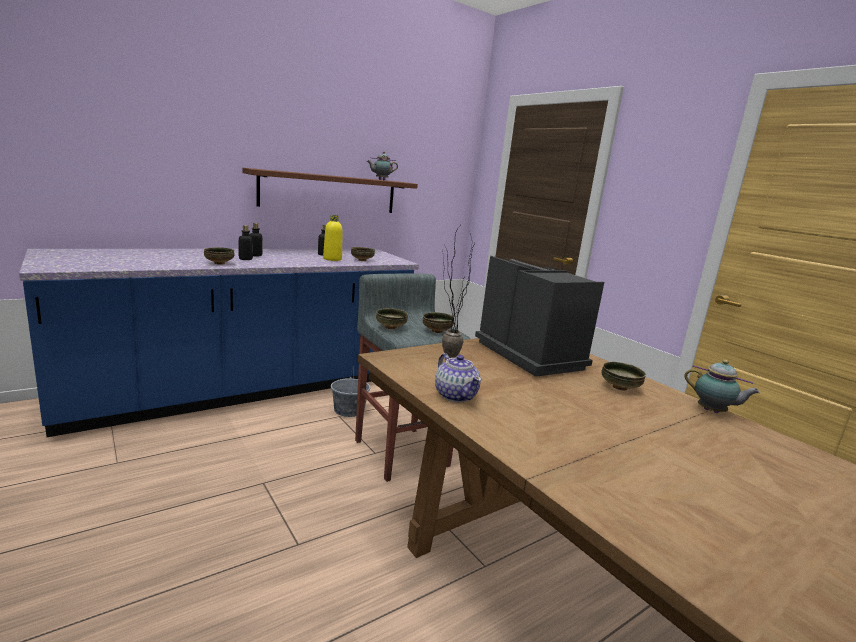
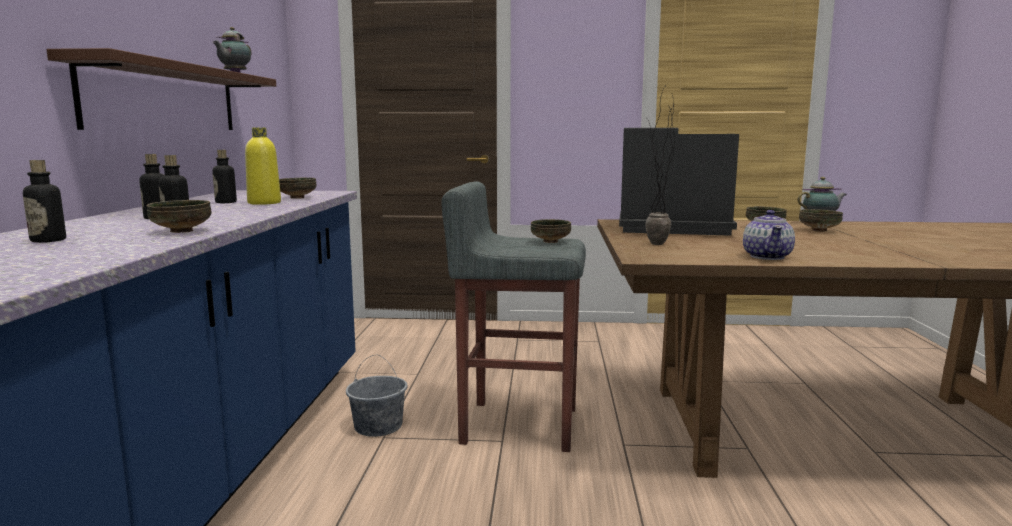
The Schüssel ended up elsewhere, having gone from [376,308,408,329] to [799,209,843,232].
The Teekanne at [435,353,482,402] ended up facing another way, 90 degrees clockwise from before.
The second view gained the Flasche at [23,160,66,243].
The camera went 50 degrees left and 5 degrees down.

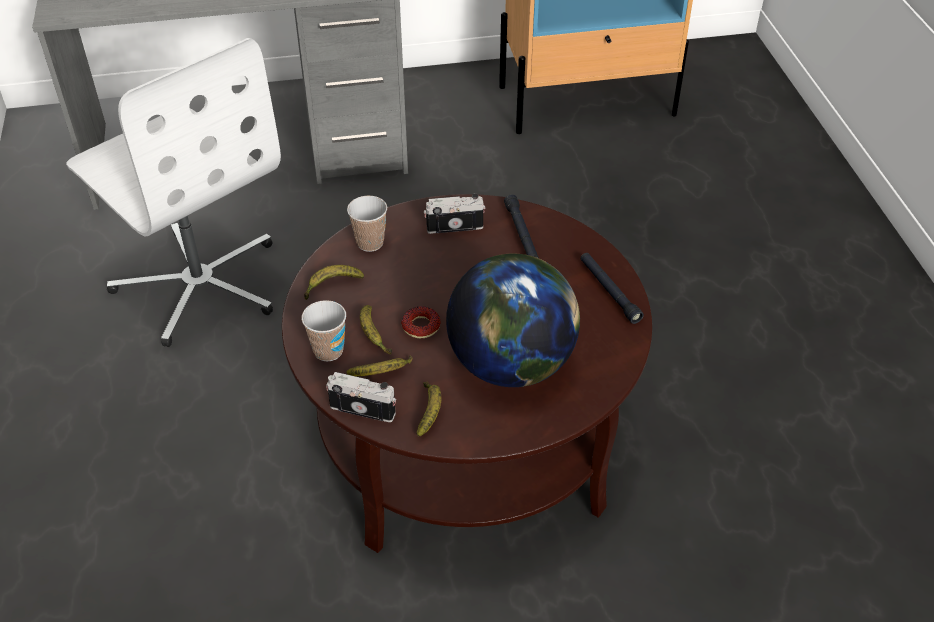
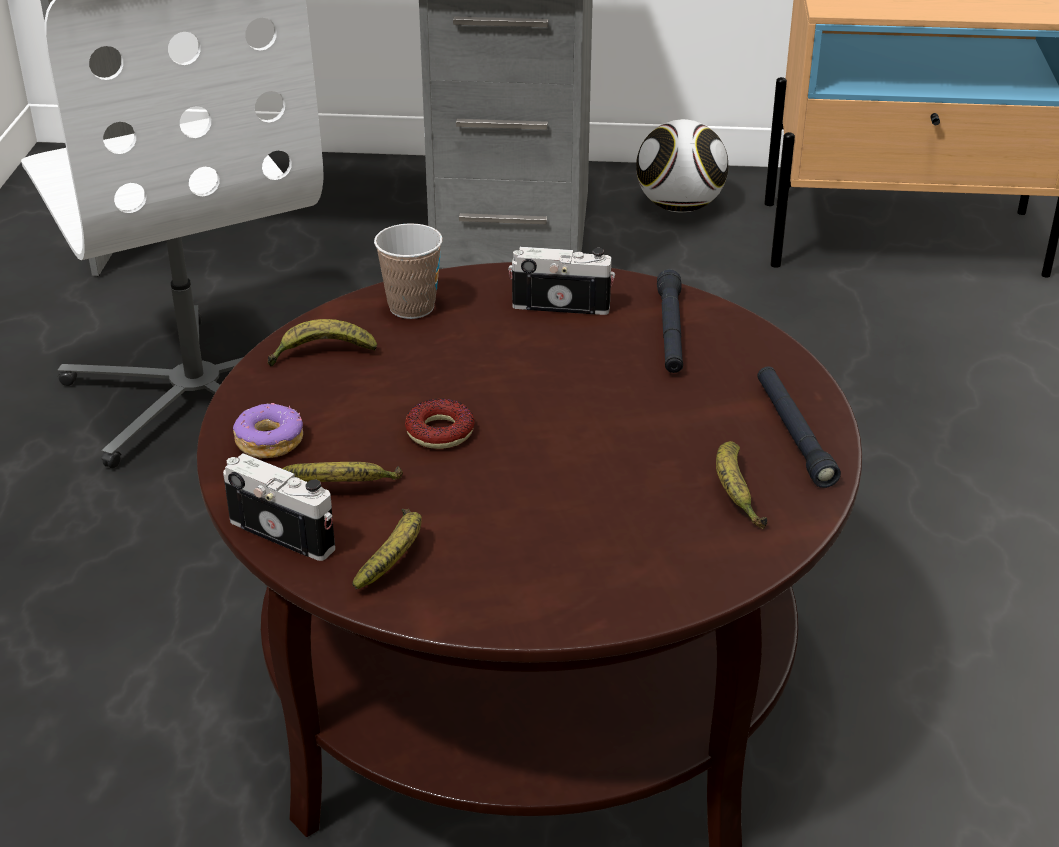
Where the Tasse stood at [302,300,346,361], the Donut came to stand at [233,403,303,458].
The Banane ended up elsewhere, having gone from [360,305,392,355] to [716,441,767,529].
The second view lost the Globus at [446,254,580,387].
The second view gained the Fußball at [636,119,728,212].
The camera went 15 degrees right and 10 degrees down.

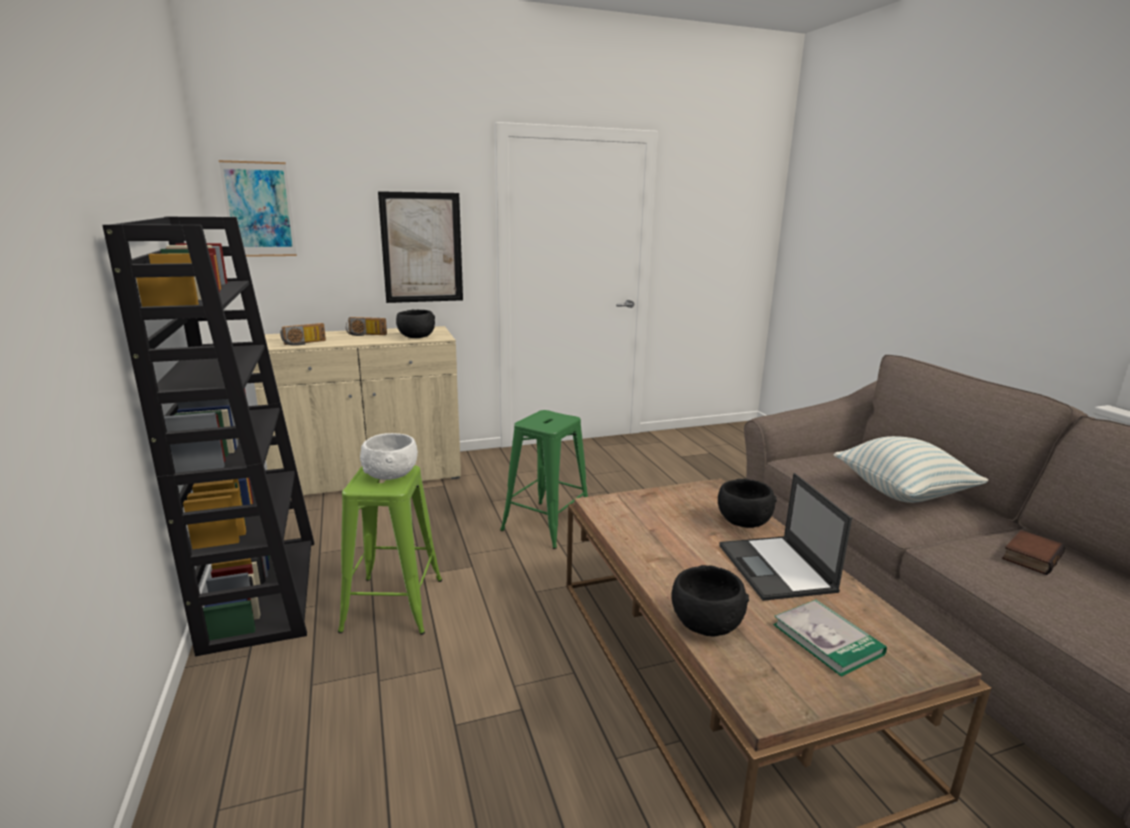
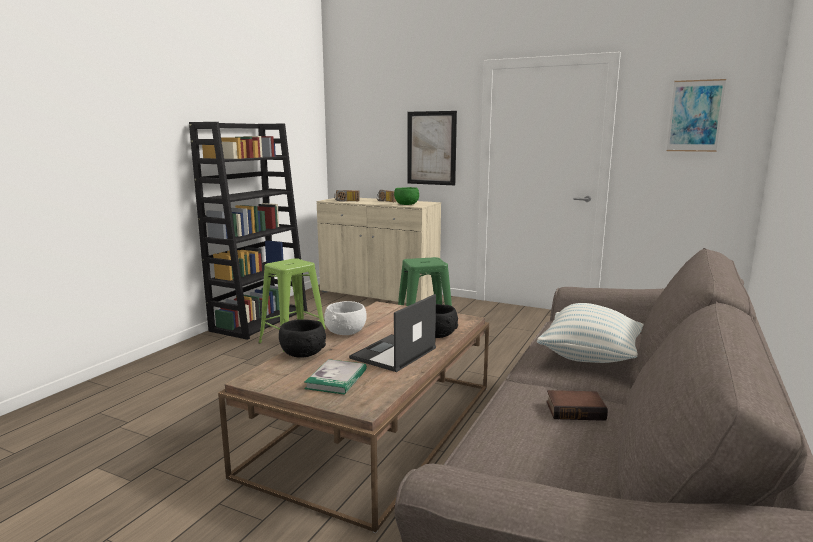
The Bild ended up elsewhere, having gone from [219,160,297,257] to [667,79,726,152].
The Schüssel [weiß] ended up elsewhere, having gone from [360,433,418,480] to [324,301,367,335].
What was the Schüssel [schwarz] at [396,310,435,338] turned into the Schüssel [grün] at [394,187,419,205].
The camera went 45 degrees right and 5 degrees down.

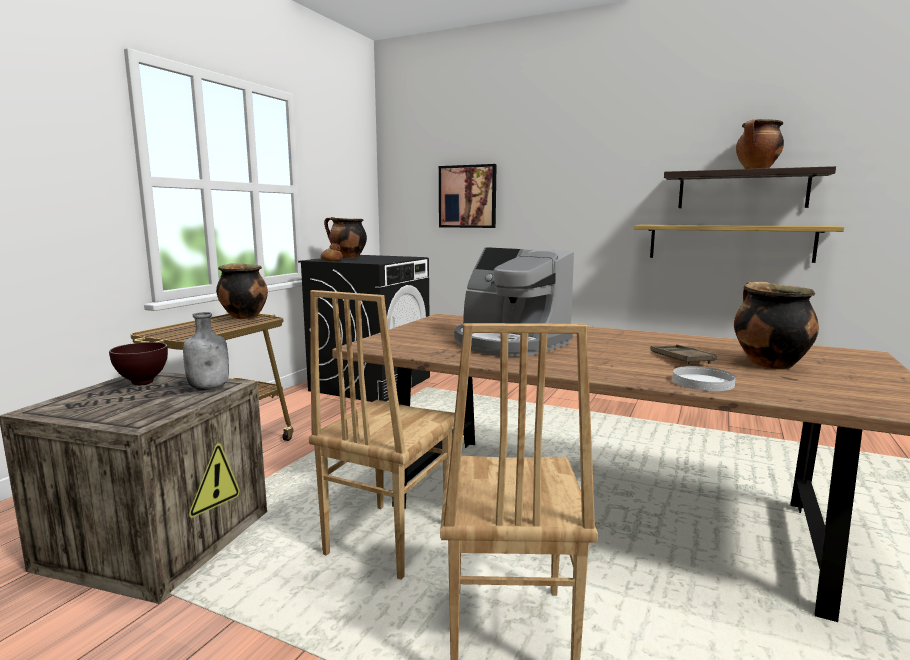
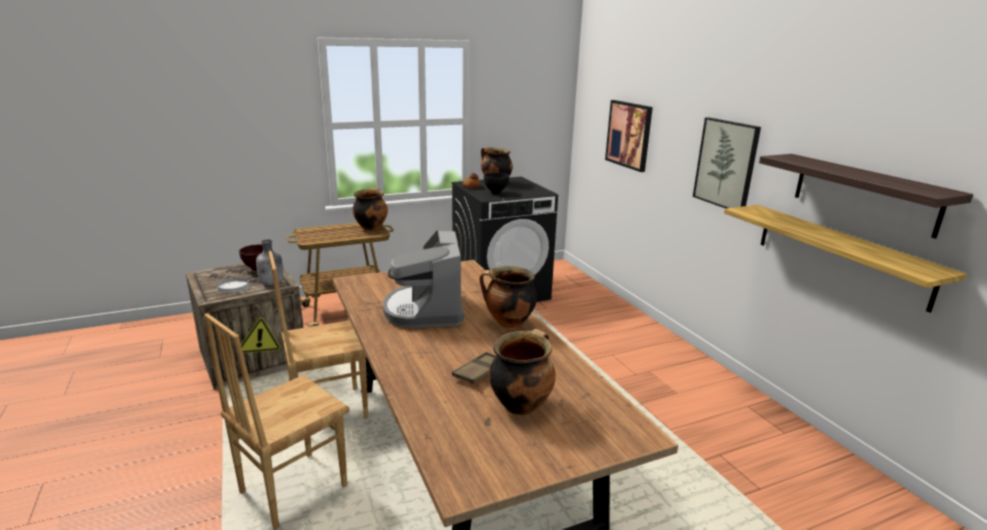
The Teller [weiß] ended up elsewhere, having gone from [672,366,736,391] to [217,277,249,293].
The Kochtopf ended up elsewhere, having gone from [736,119,784,169] to [480,266,537,328].
The second view gained the Schüssel [schwarz] at [484,172,509,194].
The second view gained the Bild at [693,117,761,208].
The camera went 40 degrees right and 10 degrees up.

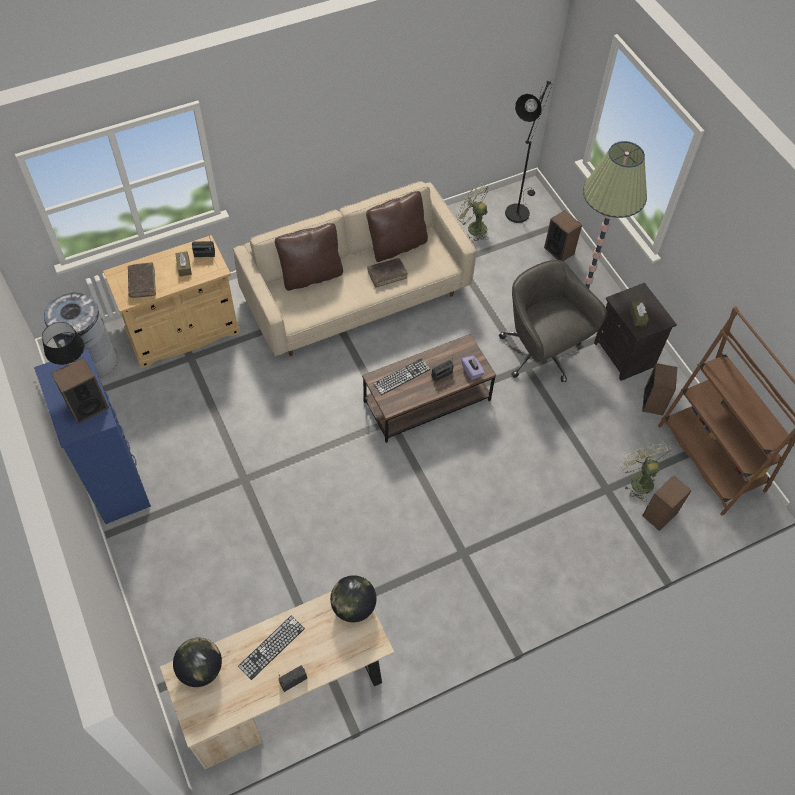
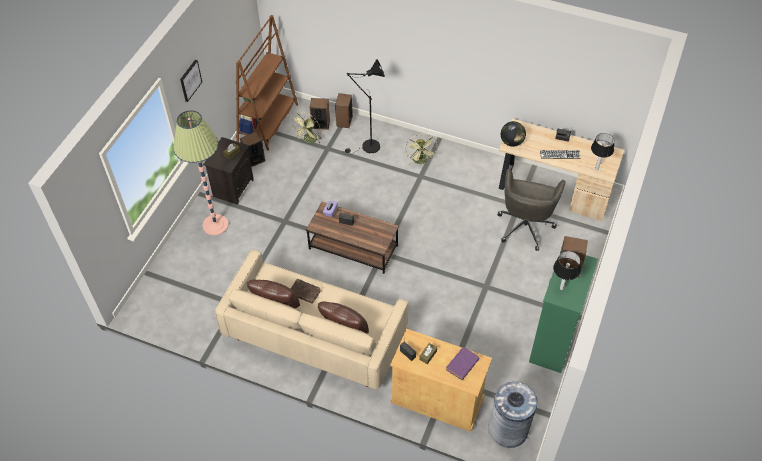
What was the Kommode [blau] at [34,349,151,524] turned into the Kommode [grün] at [529,251,598,373].
What was the Buch [braun] at [128,262,156,298] turned into the Buch [lila] at [446,347,480,380].
Where the Globus stood at [173,638,222,687], the Tischlampe came to stand at [591,133,615,170].
The second view lost the Tastatur at [373,358,430,395].
The Ventilator [grün] ended up elsewhere, having gone from [456,183,489,242] to [405,134,437,165].
The Bürostuhl [grau] ended up elsewhere, having gone from [499,260,607,382] to [497,169,566,251].
The Stehlampe [schwarz] ended up elsewhere, having gone from [505,81,552,223] to [345,59,385,155].
The Lautsprecher ended up elsewhere, having gone from [544,210,582,261] to [335,93,353,128].
The second view gained the Bild at [180,60,202,102].
The camera went 130 degrees left and 5 degrees down.

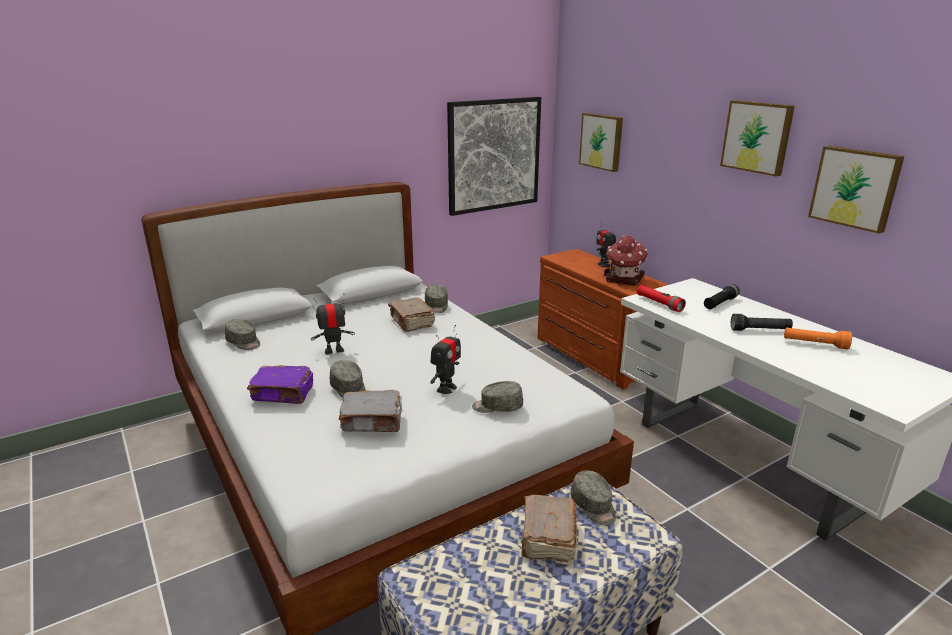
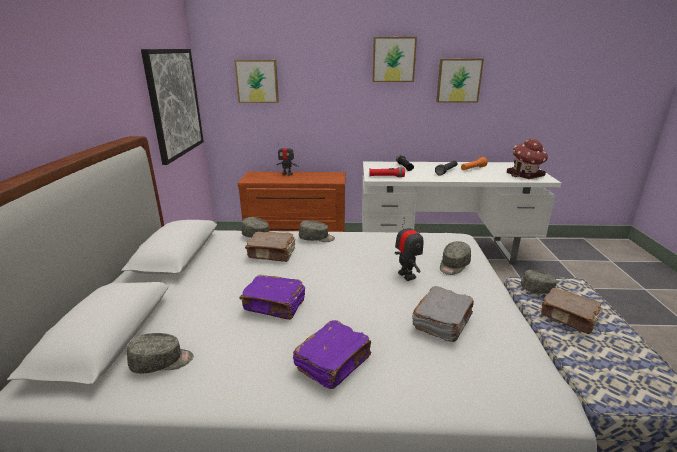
Where the Spielzeugroboter stood at [311,294,355,354], the Buch [lila] came to stand at [239,275,305,320].
The Kappe [grau] ended up elsewhere, having gone from [330,360,366,398] to [299,220,335,242].
The Spielzeughaus ended up elsewhere, having gone from [604,235,648,286] to [507,139,548,179].
The camera went 55 degrees left and 0 degrees up.

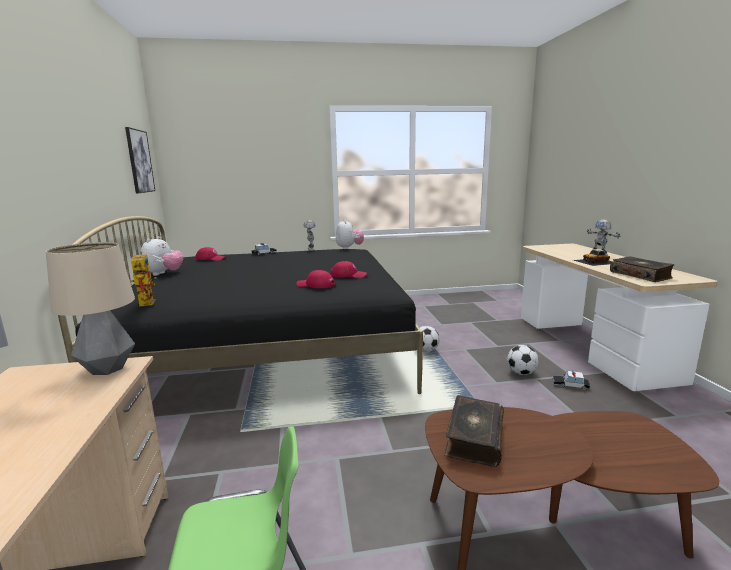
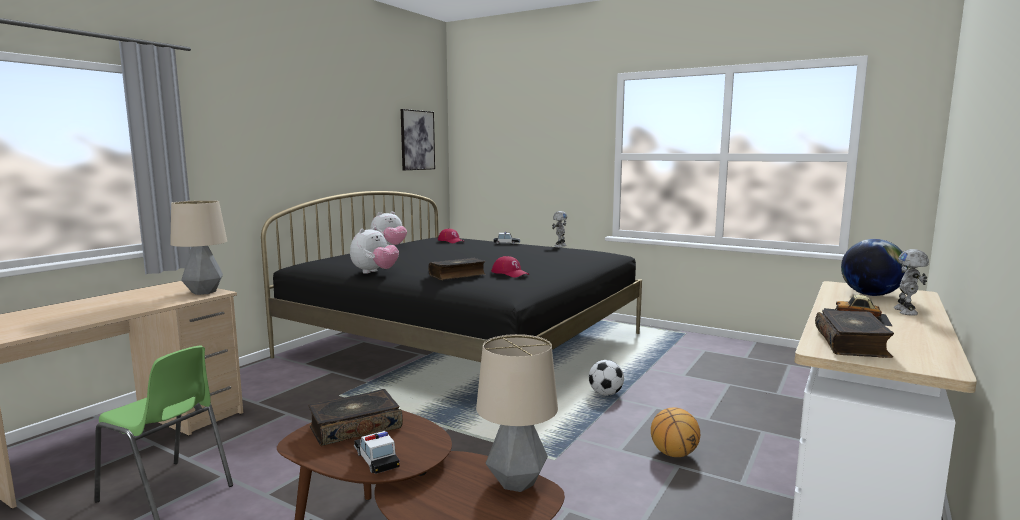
The second view lost the Spielzeugroboter at [131,252,157,306].
Where the Kappe [rot] stood at [297,270,335,288], the Buch came to stand at [429,258,486,280].
The Plüschtier ended up elsewhere, having gone from [336,219,364,249] to [350,227,399,274].
Where the Fußball stood at [507,345,539,375], the Basketball came to stand at [651,407,700,457].
The Spielzeugauto ended up elsewhere, having gone from [552,370,590,390] to [354,431,400,474].
The second view gained the Tischlampe at [476,334,558,492].
The second view gained the Globus at [841,239,908,296].
The camera went 40 degrees right and 5 degrees down.

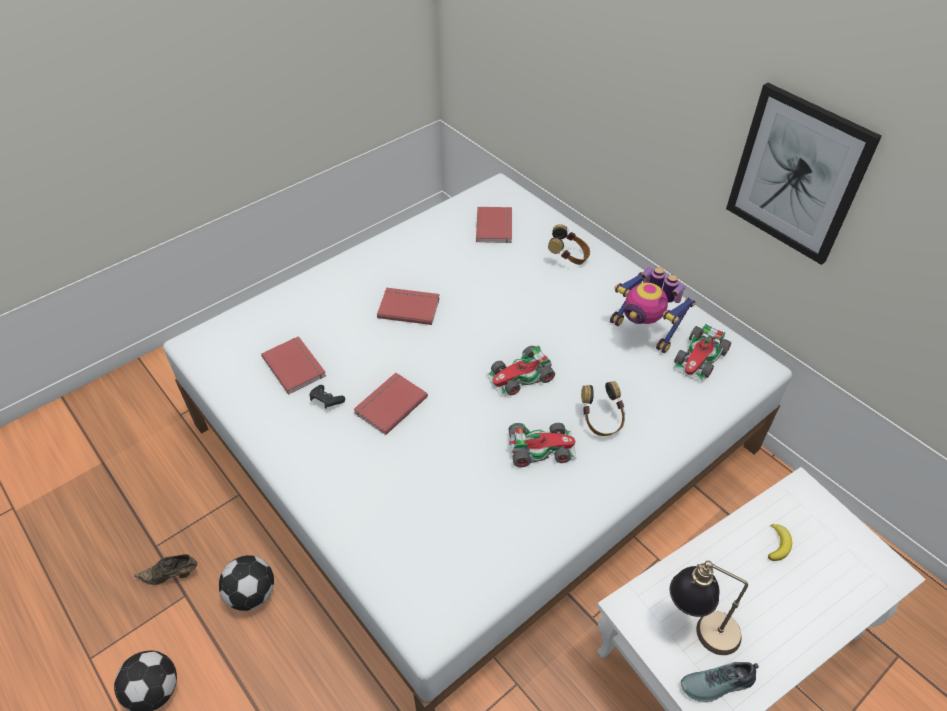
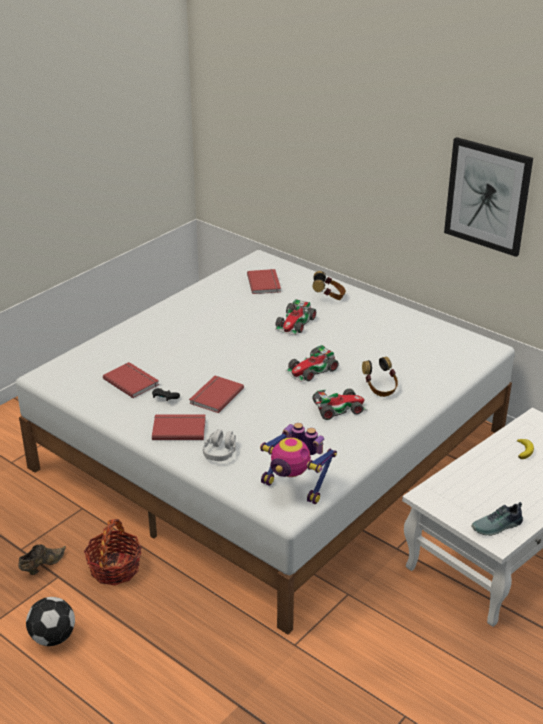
The Schuh [braun] at [134,554,197,585] ended up facing another way, 150 degrees clockwise from before.
Where the Fußball stood at [219,555,274,611], the Korb came to stand at [84,519,142,586].
The Buch [rot] ended up elsewhere, having gone from [377,288,440,325] to [152,414,206,440].
The Spielzeugroboter ended up elsewhere, having gone from [610,267,695,353] to [260,423,337,504].
The second view lost the Tischlampe at [670,561,748,655].
The Spielzeugauto ended up elsewhere, having gone from [673,324,731,382] to [275,299,316,335].
The second view gained the Kopfhörer [grau] at [203,429,236,461].
The camera went 10 degrees left and 15 degrees down.

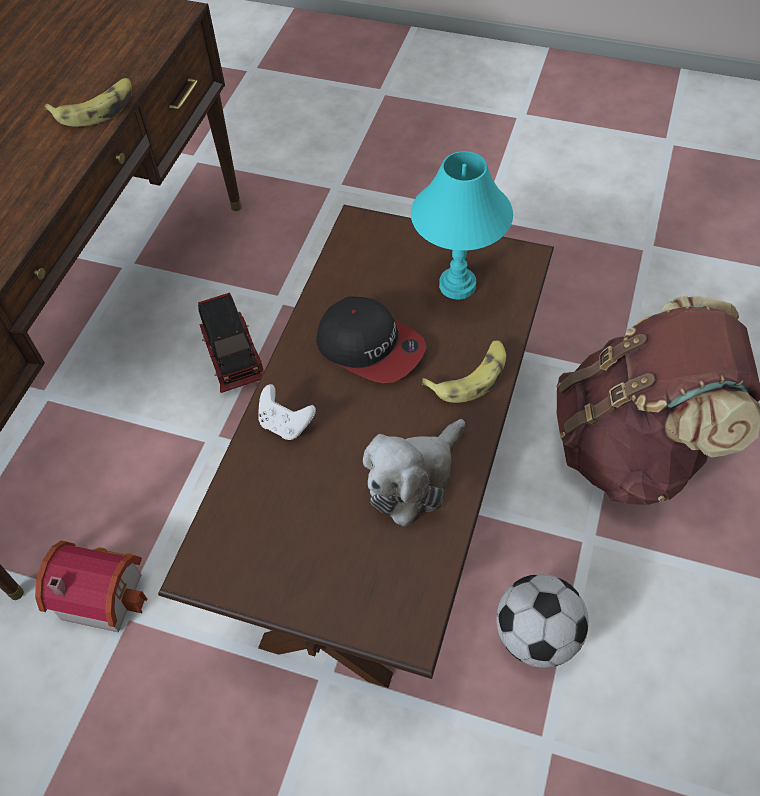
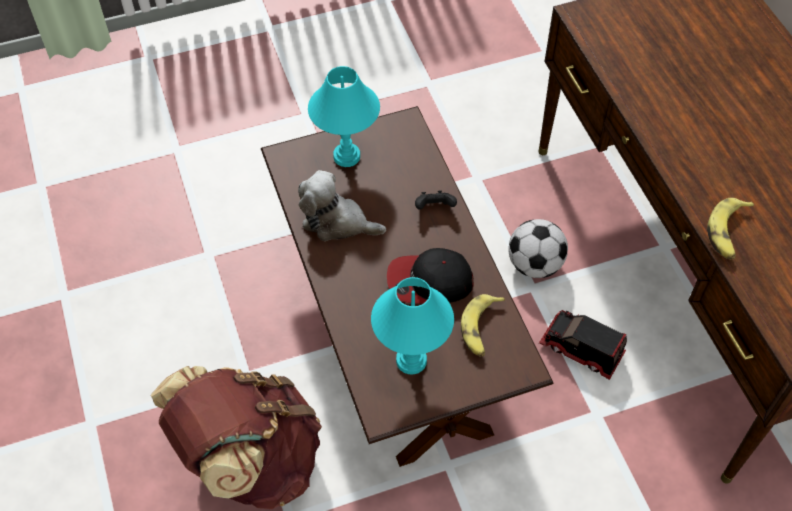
The second view lost the Spielzeughaus at [35,541,147,632].
What was the Gamepad [weiß] at [258,384,316,440] turned into the Gamepad [schwarz] at [415,191,457,210].
The Plüschtier at [363,419,465,527] ended up facing another way, 75 degrees counterclockwise from before.
The Banane ended up elsewhere, having gone from [422,340,506,403] to [461,294,505,356].
The Fußball ended up elsewhere, having gone from [496,574,589,668] to [508,219,568,278].
The second view gained the Tischlampe [türkis] at [308,66,380,167].
The camera went 140 degrees right and 0 degrees up.

